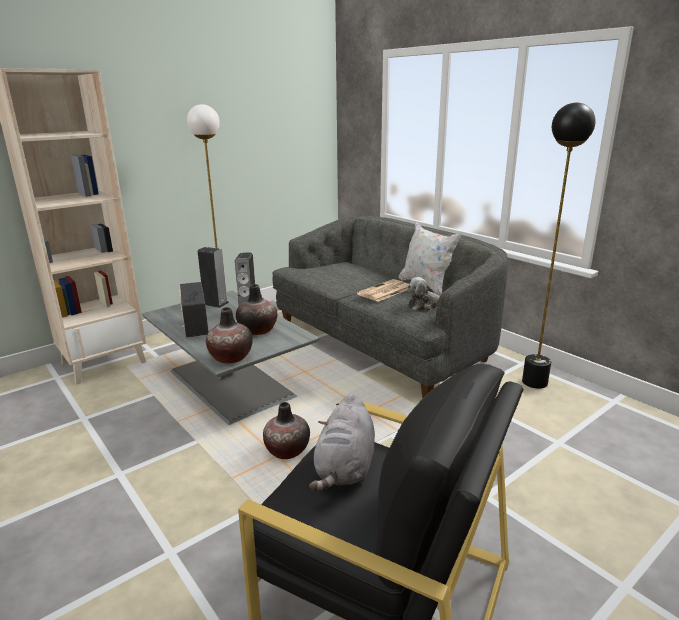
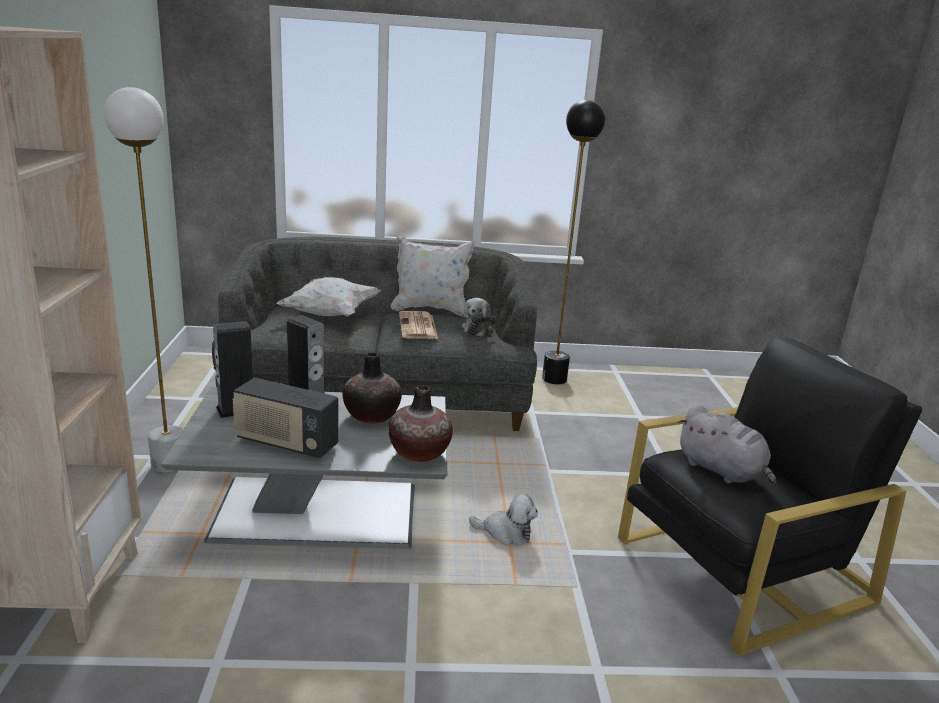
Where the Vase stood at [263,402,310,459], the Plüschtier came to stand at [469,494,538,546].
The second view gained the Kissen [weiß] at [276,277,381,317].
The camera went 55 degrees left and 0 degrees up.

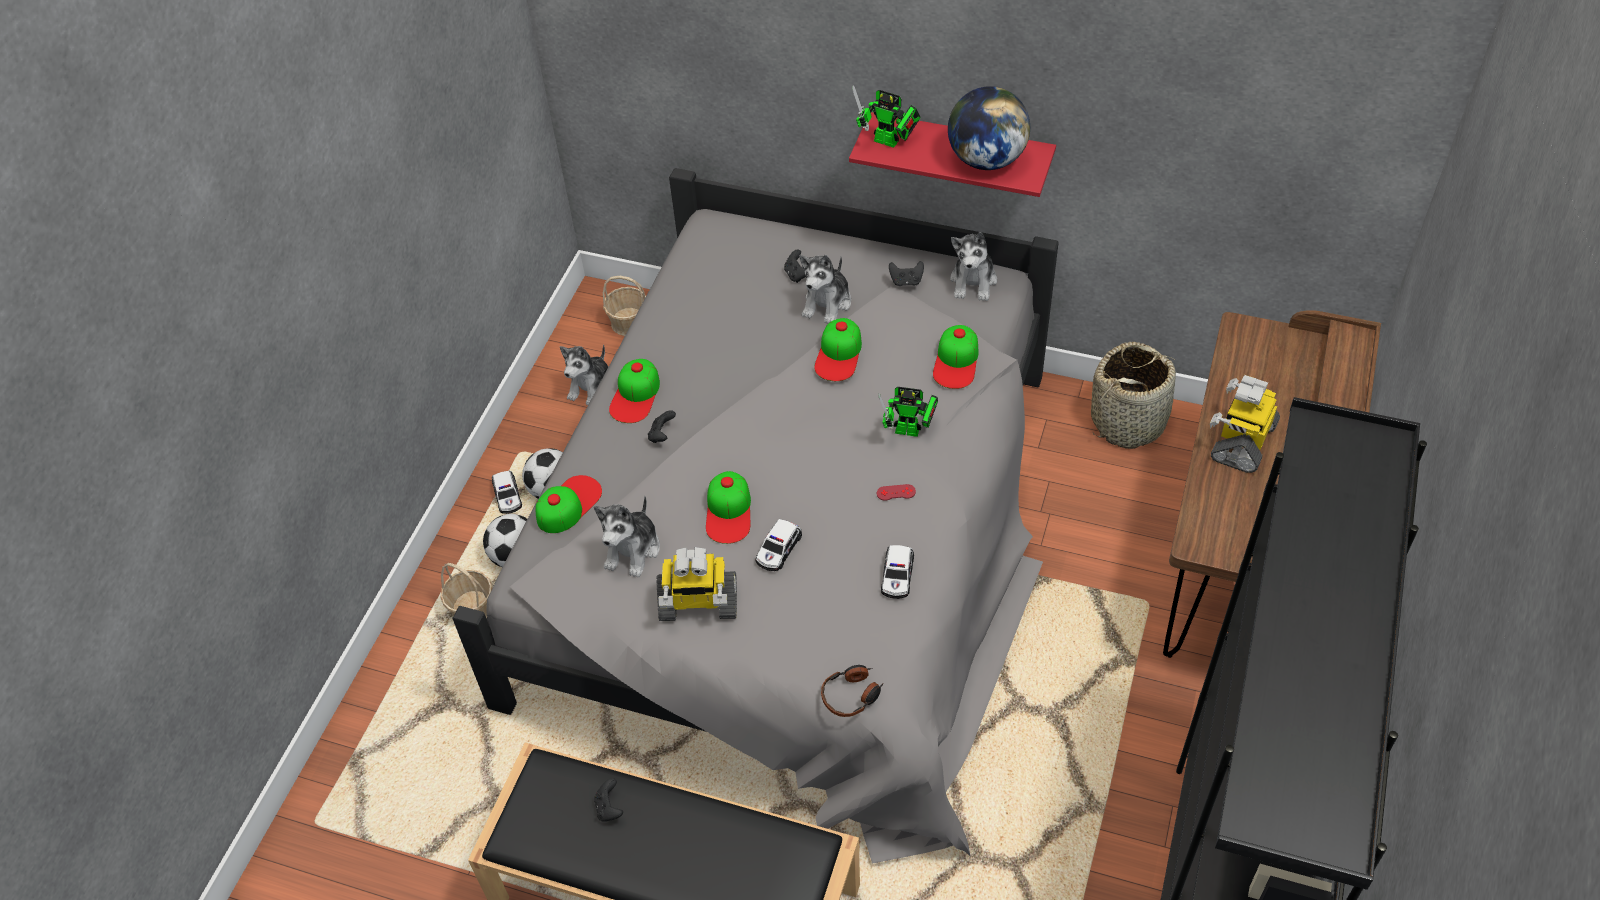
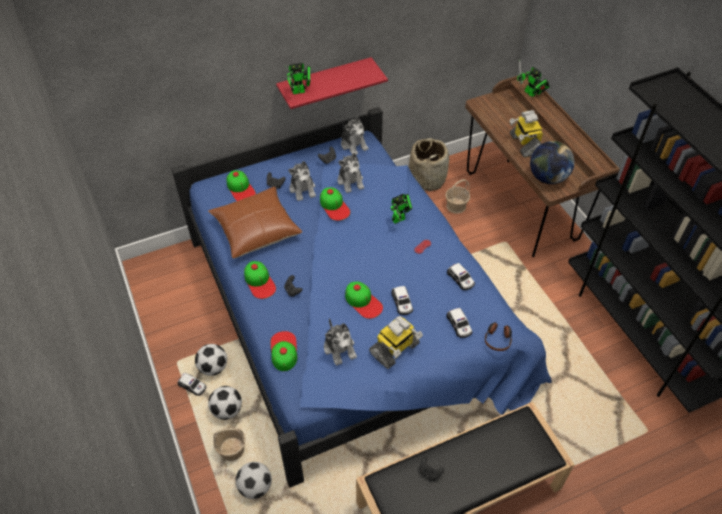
What was the Bett [grau] at [452,168,1059,864] turned into the Bett [blau] at [171,107,552,488].
The Plüschtier ended up elsewhere, having gone from [560,345,608,405] to [338,153,364,193].
The Korb ended up elsewhere, having gone from [603,276,646,336] to [445,179,470,214].
The Kappe ended up elsewhere, having gone from [933,325,979,389] to [226,170,256,201].
The Globus ended up elsewhere, having gone from [948,86,1030,170] to [530,141,575,184].
The second view gained the Kissen [braun] at [208,187,302,259].
The second view gained the Fußball at [236,462,272,499].
The second view gained the Spielzeugauto at [446,308,473,338].
The second view gained the Spielzeugroboter at [517,60,550,97].
The camera went 45 degrees left and 0 degrees up.

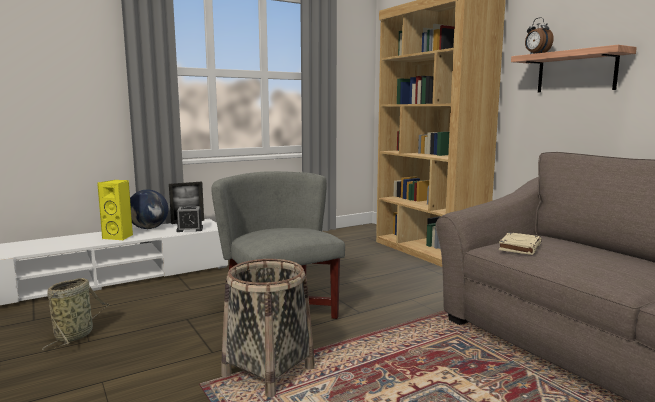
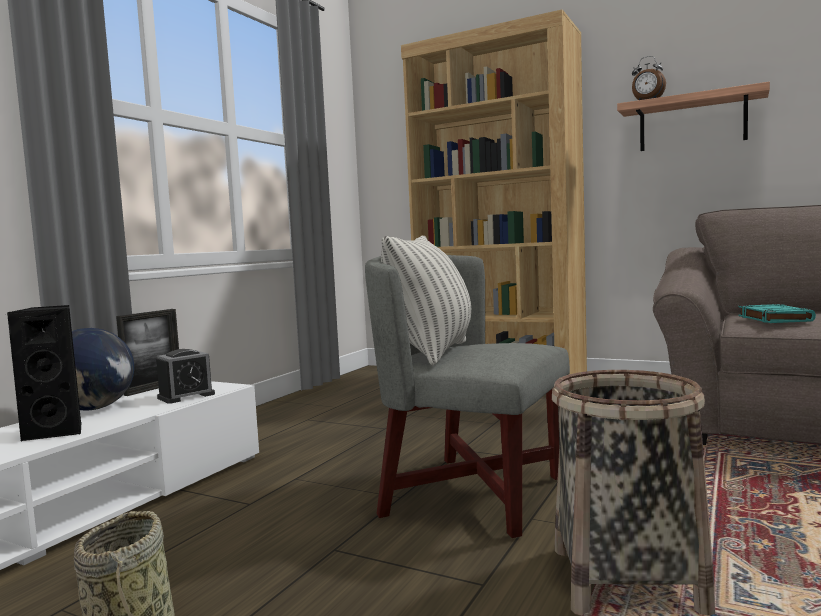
What was the Lautsprecher [gelb] at [97,180,133,241] turned into the Lautsprecher [schwarz] at [7,305,81,442].
What was the Buch [beige] at [499,232,542,255] turned into the Buch [türkis] at [738,304,816,323].
The second view gained the Kissen at [381,236,471,366].
The camera went 30 degrees left and 5 degrees down.

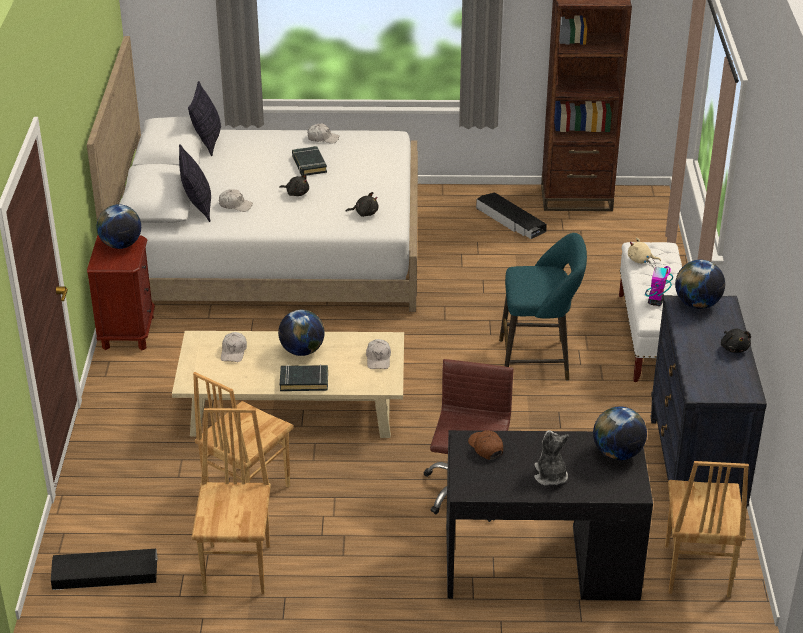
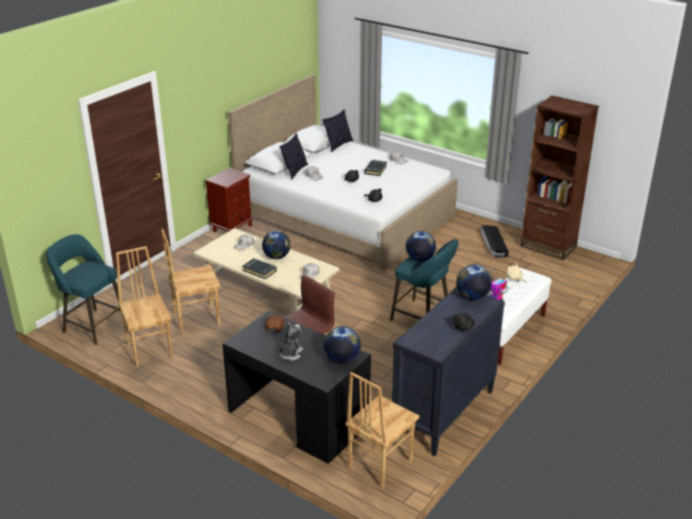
Where the Aufbewahrungsbox [schwarz] stood at [51,549,158,590], the Hocker [türkis] came to stand at [46,234,120,345].
The Globus ended up elsewhere, having gone from [97,204,141,249] to [406,231,436,261].
The Stuhl [braun] at [192,408,271,595] ended up facing another way, 60 degrees counterclockwise from before.
The camera went 35 degrees right and 5 degrees down.

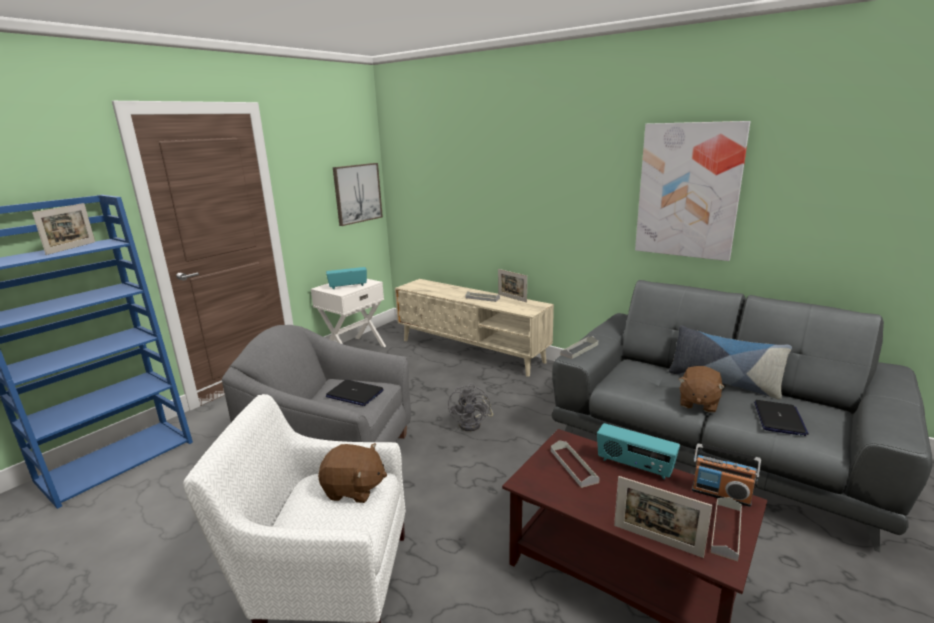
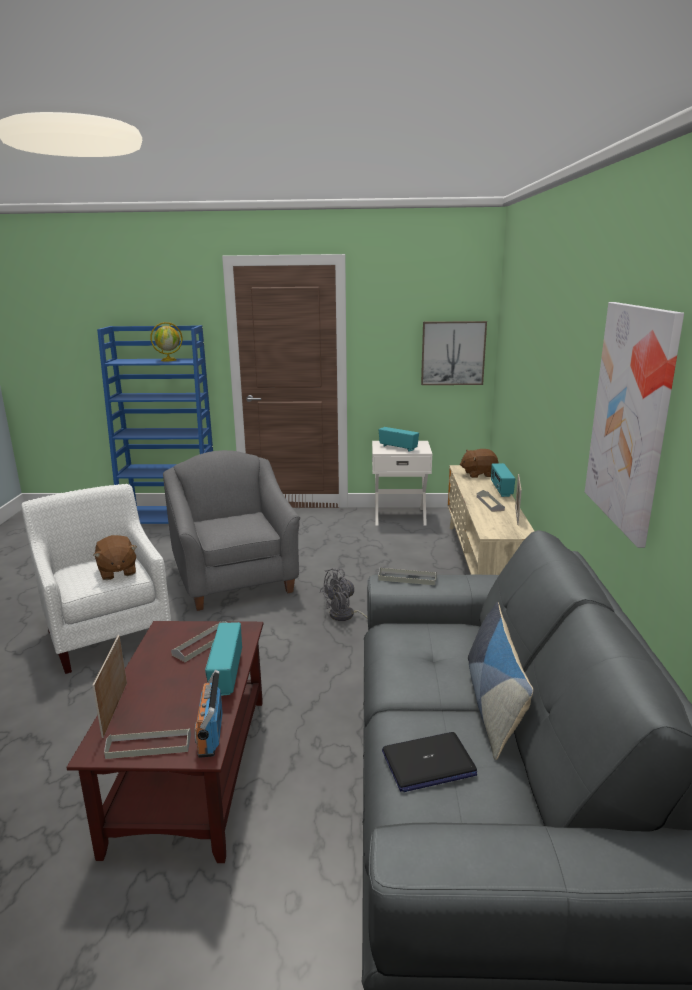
Where the Bilderrahmen stood at [32,203,95,255], the Globus came to stand at [150,322,182,361].
The second view lost the Laptop at [326,380,384,406].
The Plüschtier [braun] ended up elsewhere, having gone from [679,366,725,413] to [460,449,498,478].
The second view gained the Radio at [491,463,515,497].
The camera went 55 degrees right and 0 degrees up.

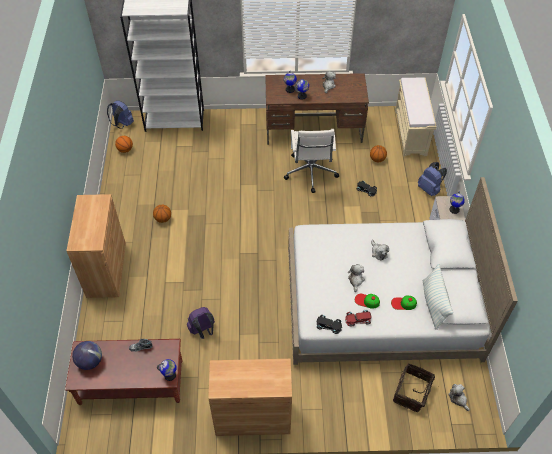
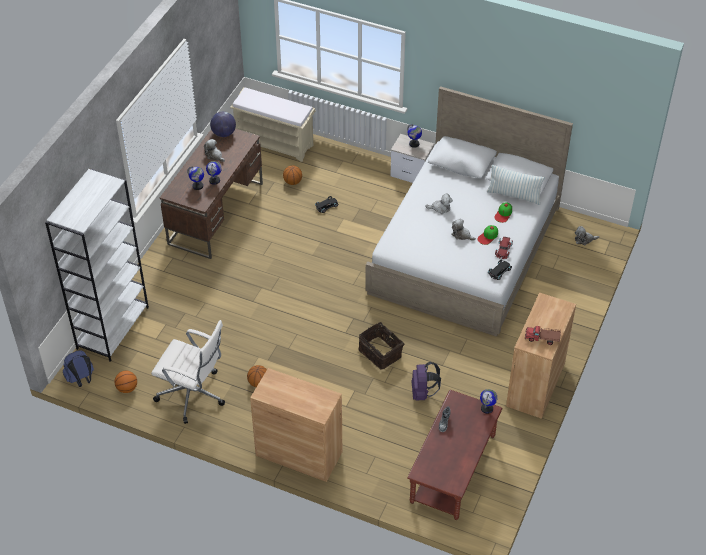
The Globus ended up elsewhere, having gone from [72,341,102,370] to [210,112,236,137].
The Bürostuhl [weiß] ended up elsewhere, having gone from [284,129,339,193] to [151,320,225,424].
The Korb ended up elsewhere, having gone from [393,363,439,412] to [358,322,404,370].
The second view lost the Rucksack [blau] at [418,162,447,196].
The second view gained the Spielzeuglaster at [525,326,561,345].
The camera went 65 degrees left and 5 degrees down.

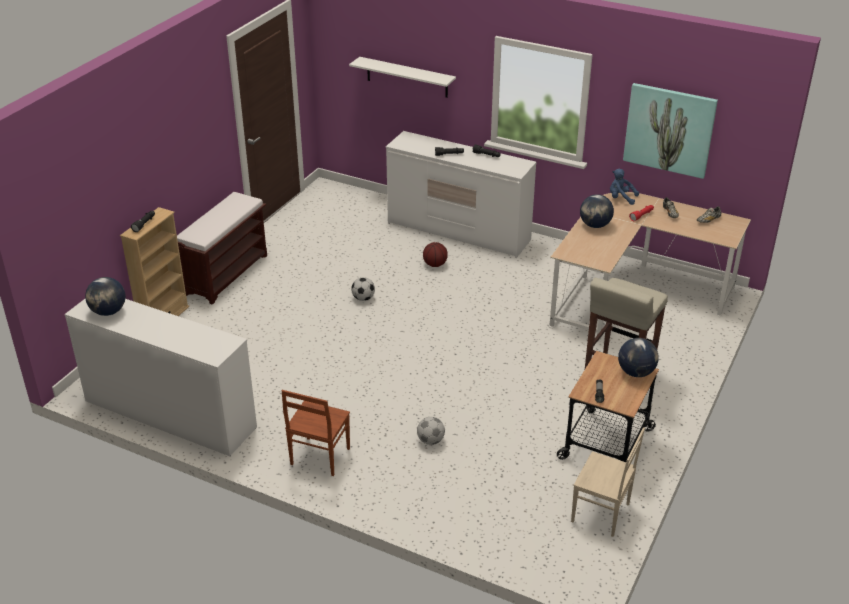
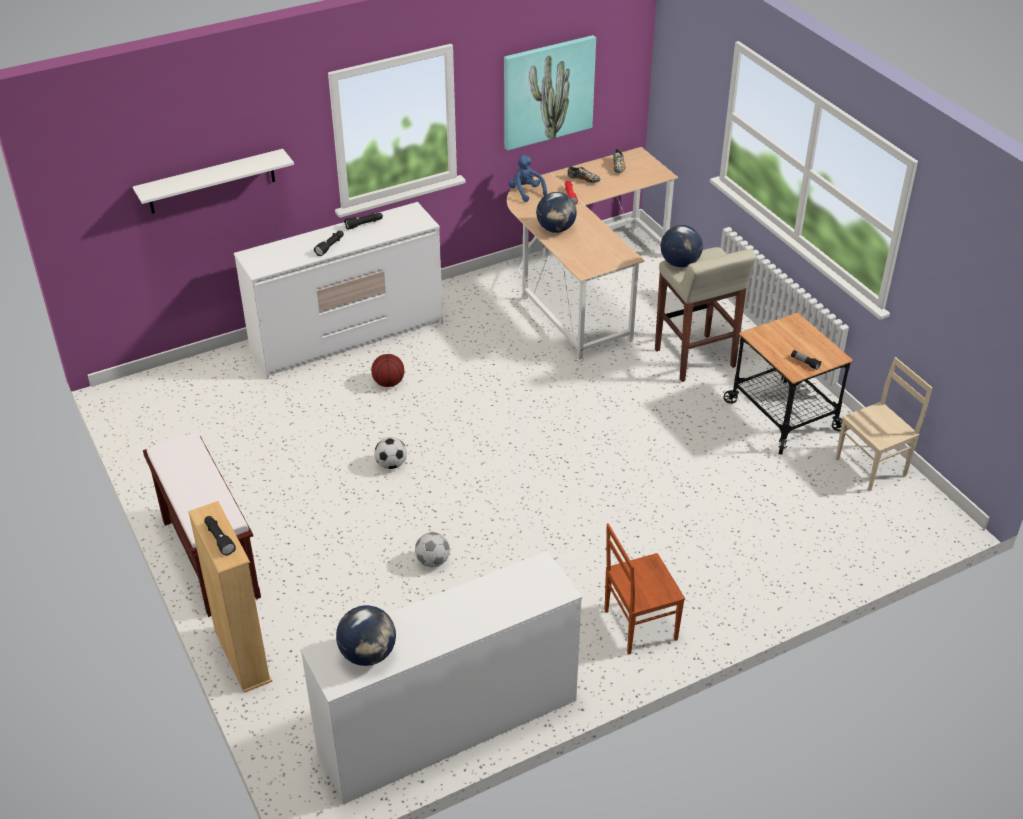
The Stuhl [braun] at [282,390,350,476] ended up facing another way, 105 degrees clockwise from before.
The Fußball ended up elsewhere, having gone from [417,417,445,445] to [415,532,450,567].
The Plüschtier [blau] at [610,169,639,205] ended up facing another way, 90 degrees clockwise from before.
The Globus ended up elsewhere, having gone from [618,338,659,377] to [661,225,703,267].
The camera went 55 degrees left and 5 degrees up.

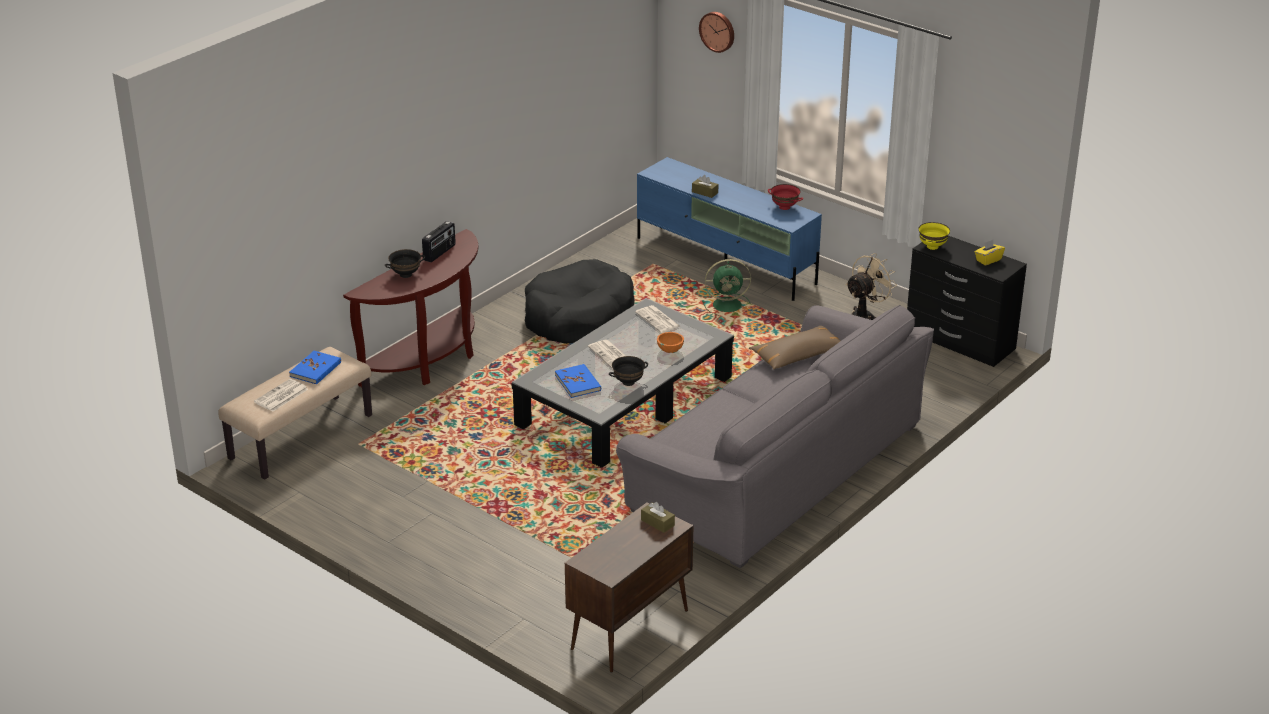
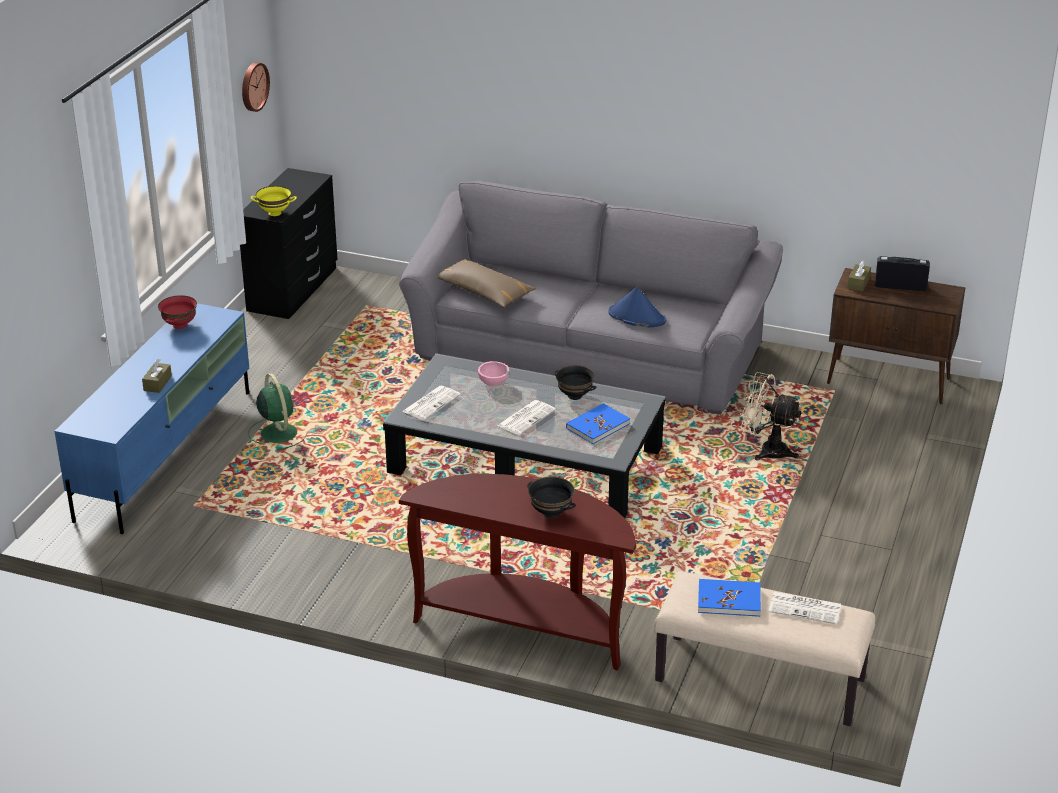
The Radio ended up elsewhere, having gone from [422,221,456,262] to [875,256,930,291].
The second view lost the Hundebett [schwarz] at [525,259,635,344].
What was the Schüssel [orange] at [657,332,684,353] turned into the Schüssel [rosa] at [478,361,509,386].
The Wanduhr ended up elsewhere, having gone from [699,12,734,53] to [242,62,270,112].
The Ventilator [beige] ended up elsewhere, having gone from [846,253,897,320] to [740,372,802,460].
The second view lost the Taschentuchbox [gelb] at [975,240,1005,265].
The second view gained the Hut [blau] at [608,287,666,327].
The camera went 110 degrees left and 0 degrees up.

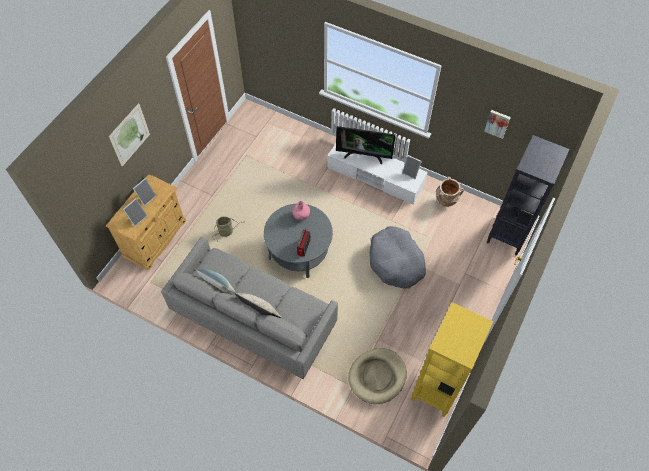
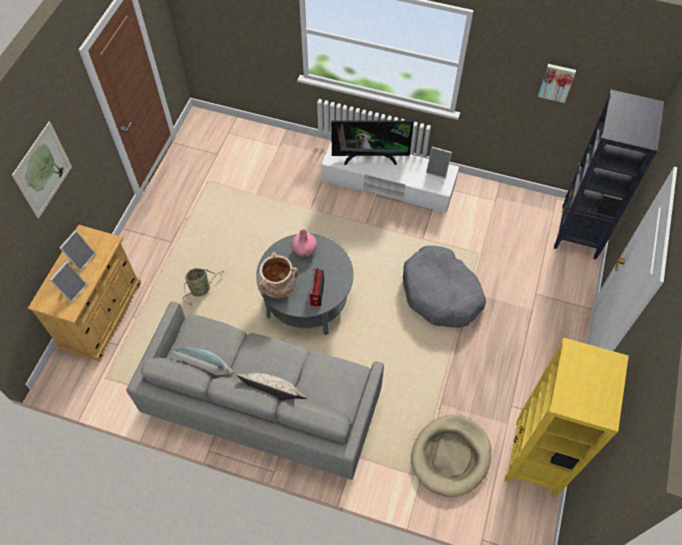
The Vase [beige] ended up elsewhere, having gone from [436,176,464,207] to [257,252,299,299].
The camera went 10 degrees left and 0 degrees up.

